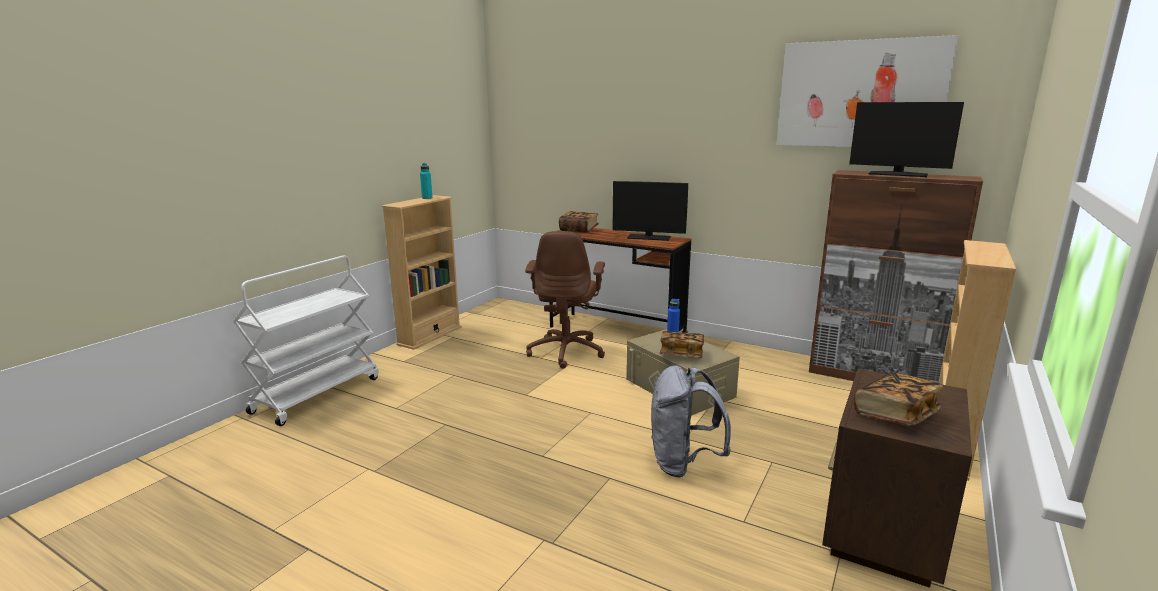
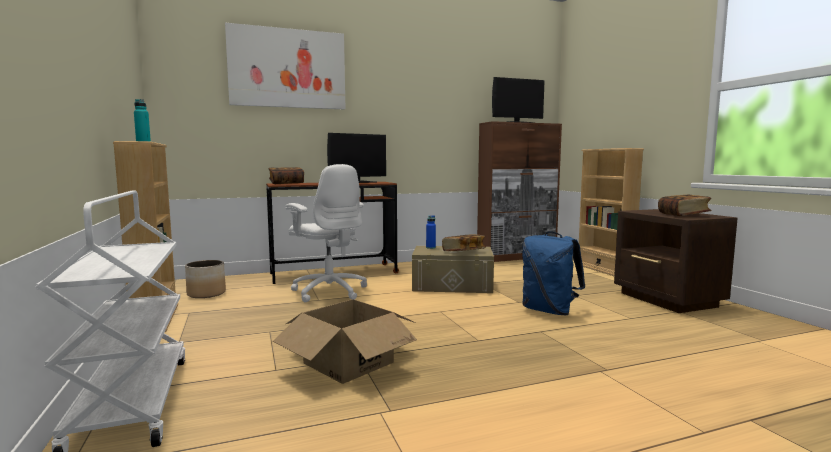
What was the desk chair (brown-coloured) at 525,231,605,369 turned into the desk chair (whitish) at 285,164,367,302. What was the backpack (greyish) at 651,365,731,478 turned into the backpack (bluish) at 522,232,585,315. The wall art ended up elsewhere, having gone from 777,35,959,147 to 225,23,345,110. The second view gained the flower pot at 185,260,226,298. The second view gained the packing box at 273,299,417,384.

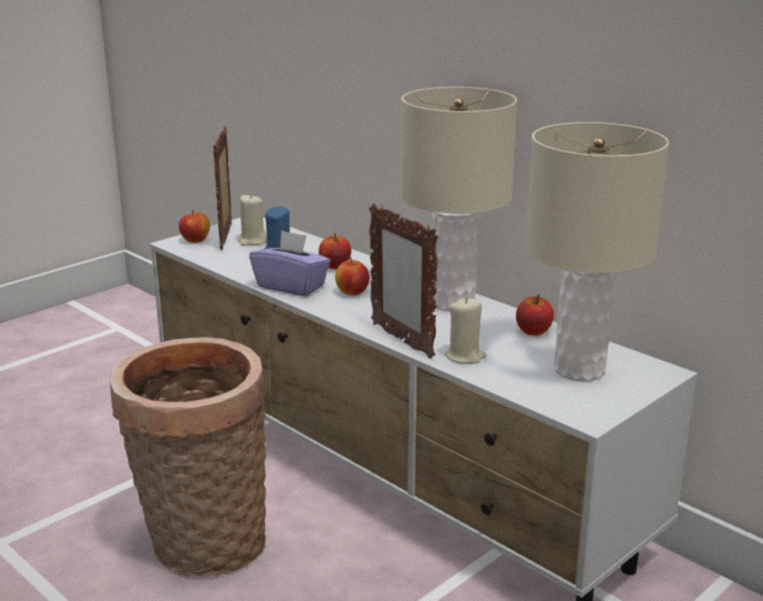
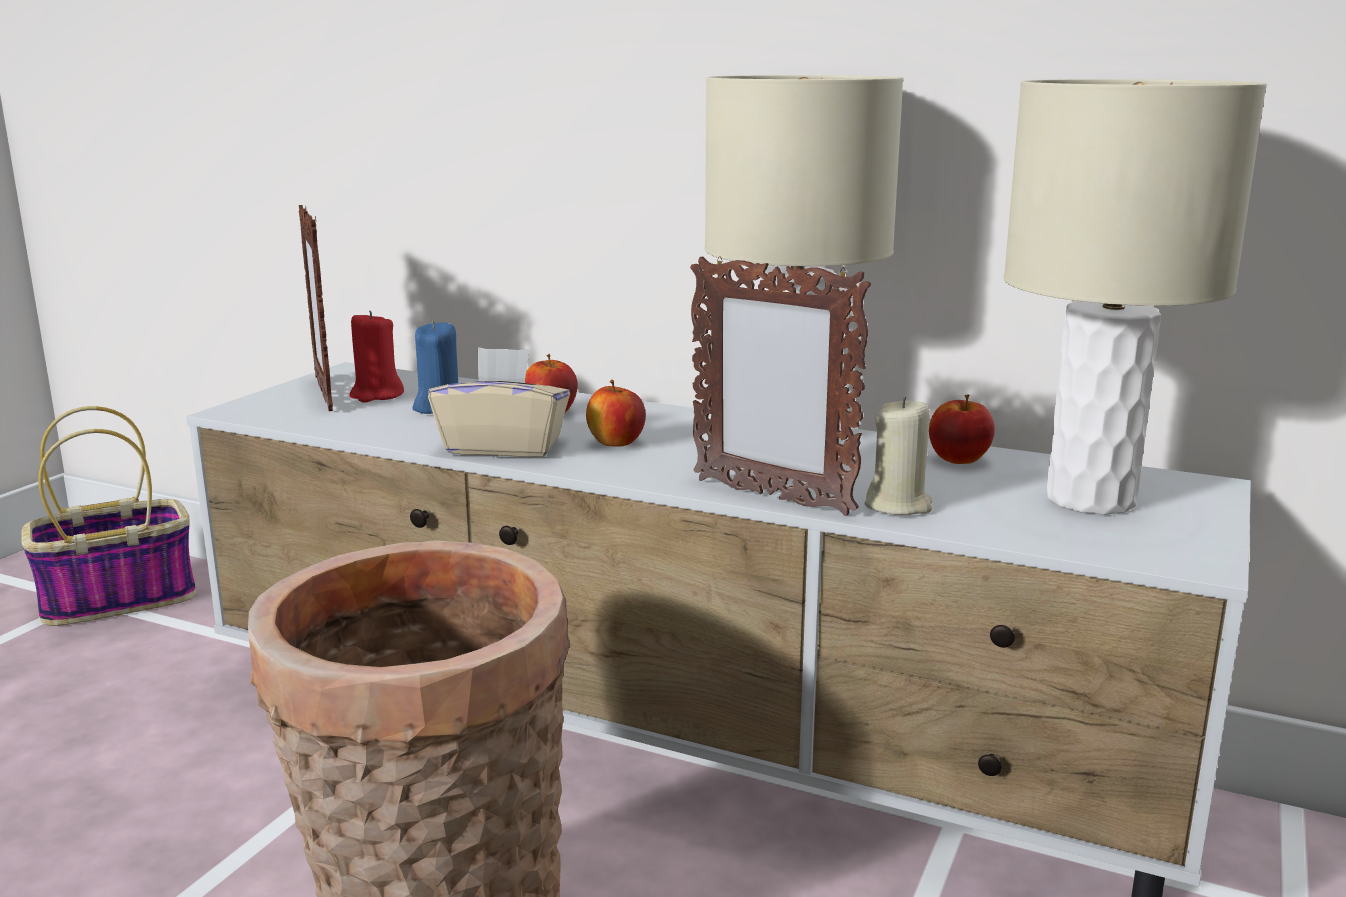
The second view lost the apple fruit at 179,210,210,243. What was the wax candle (beige) at 238,194,267,246 turned into the wax candle (reddish) at 349,311,404,403. What was the box of tissues (purplish) at 249,230,331,297 turned into the box of tissues (beige) at 428,347,570,457. The second view gained the basket at 21,406,196,626.

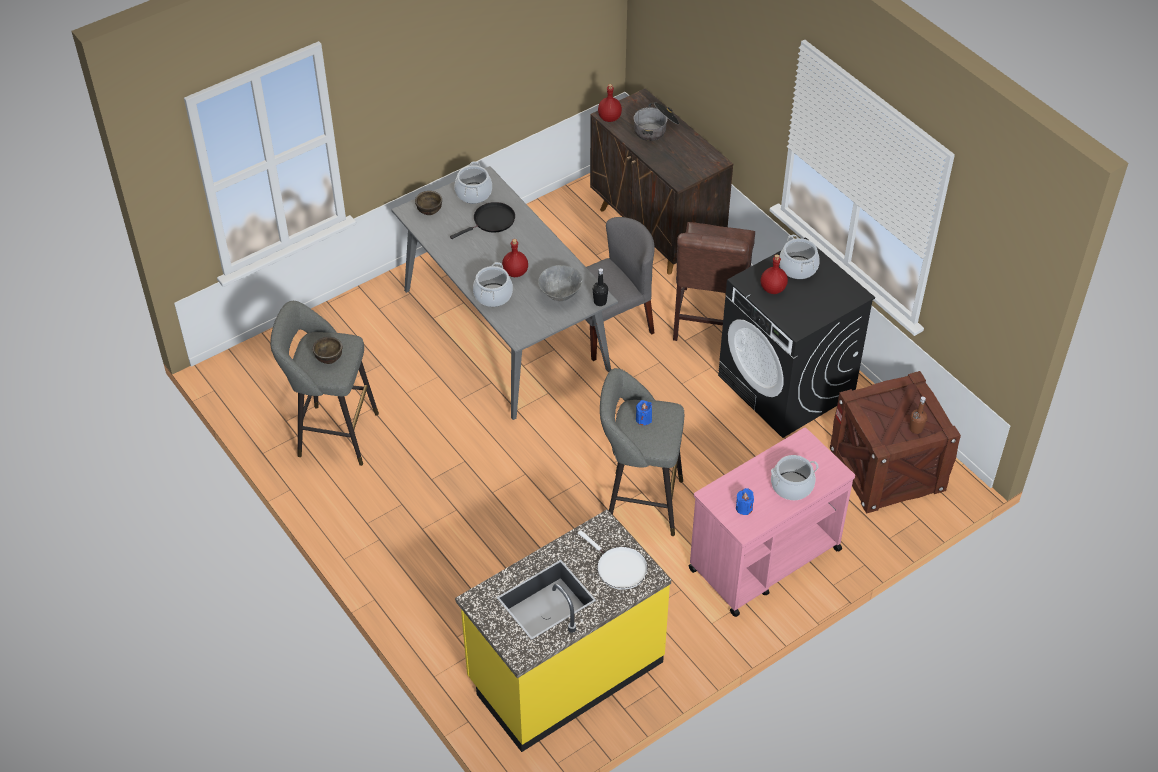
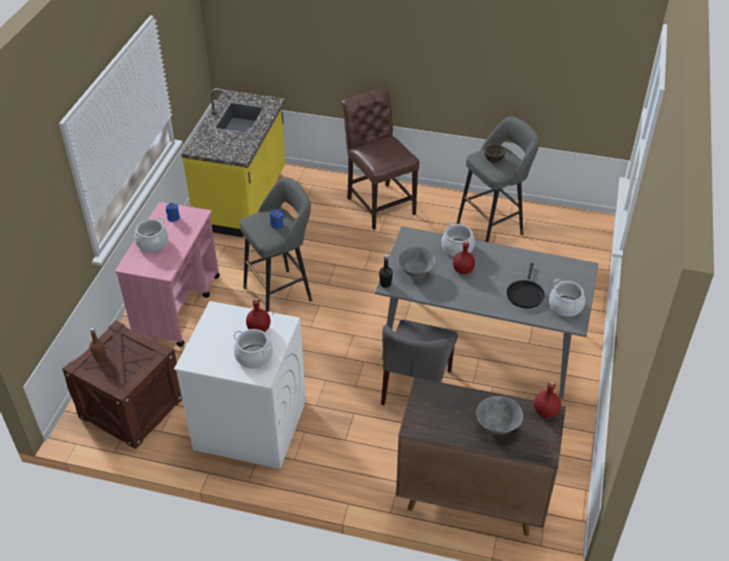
The second view lost the serving bowl (brown-coloured) at 415,191,442,215. The second view lost the frying pan (whitish) at 578,530,648,590. Where the cooking pot stood at 633,102,679,141, the serving bowl (greyish) came to stand at 476,396,524,435. The upright chair (brown-coloured) ended up elsewhere, having gone from 673,222,755,341 to 341,88,419,230. What was the washing machine (blackish) at 718,237,875,438 turned into the washing machine (whitish) at 174,301,306,469.

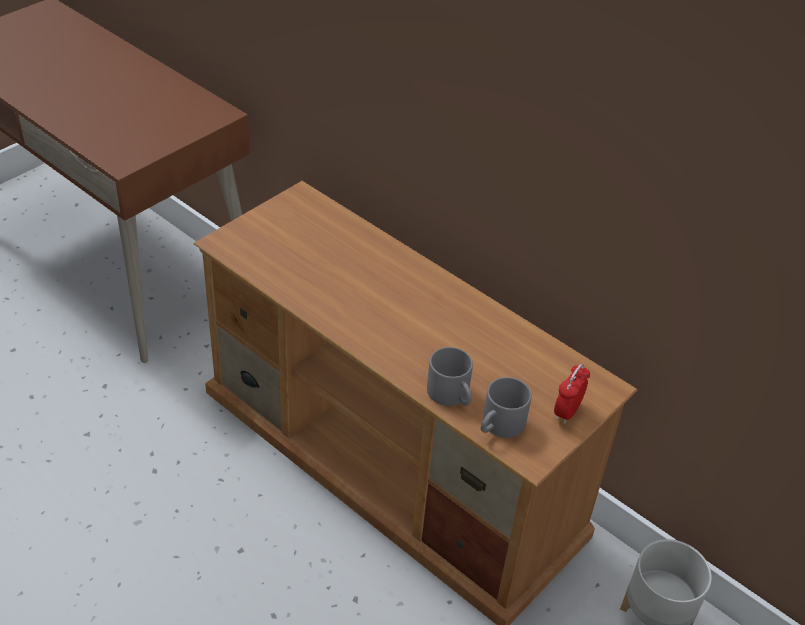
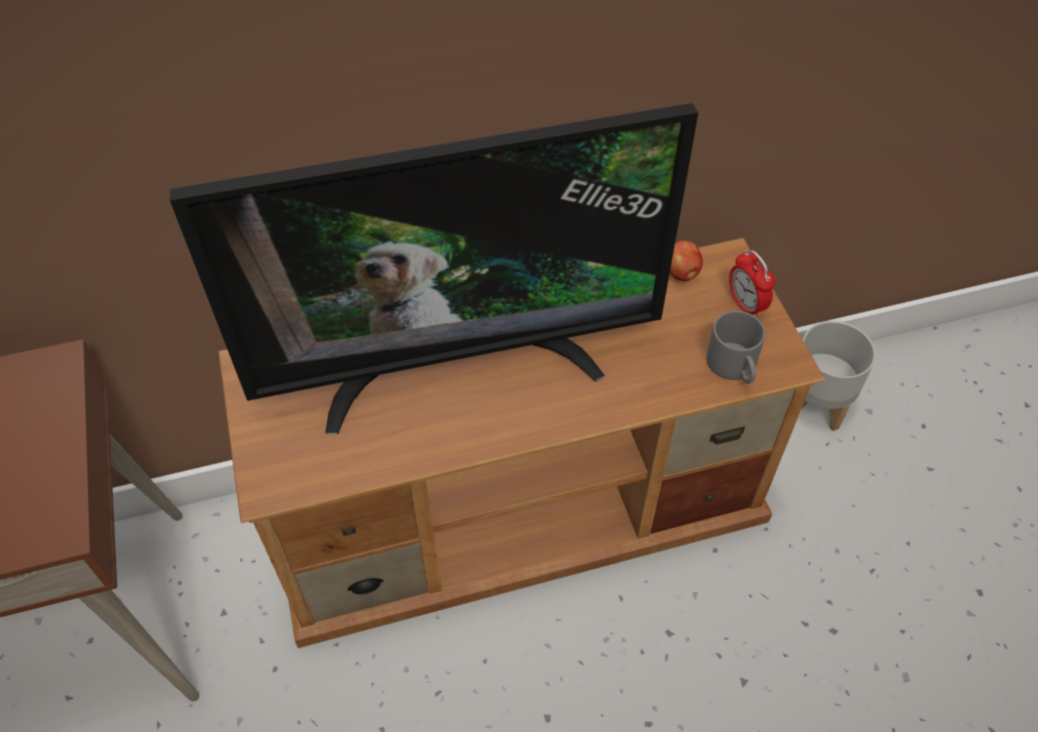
The second view lost the mug (greyish) at 427,347,473,406. The second view gained the TV at 170,103,698,434. The second view gained the apple fruit at 670,240,703,281.

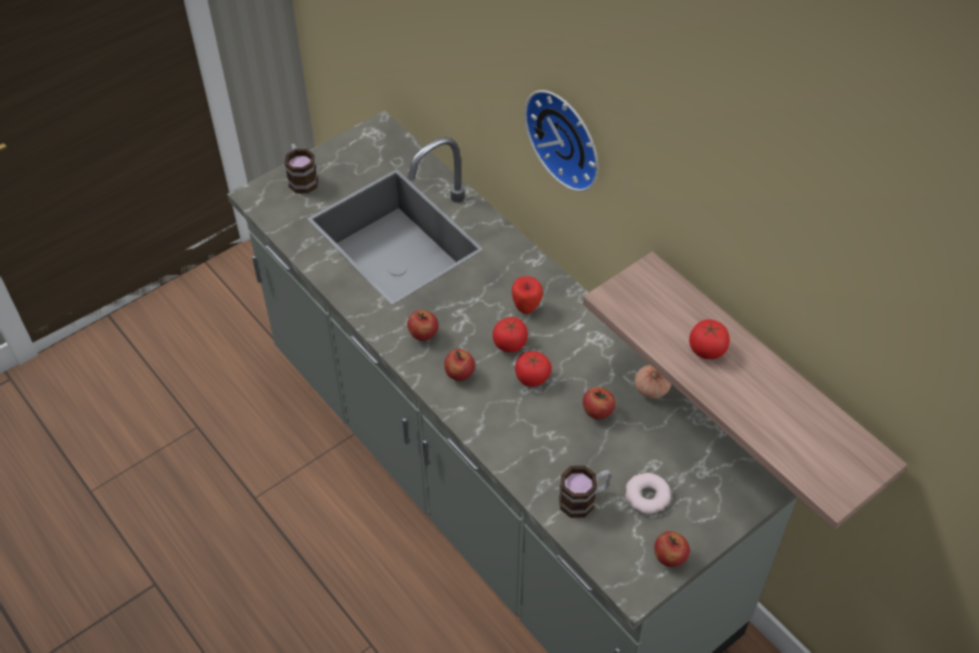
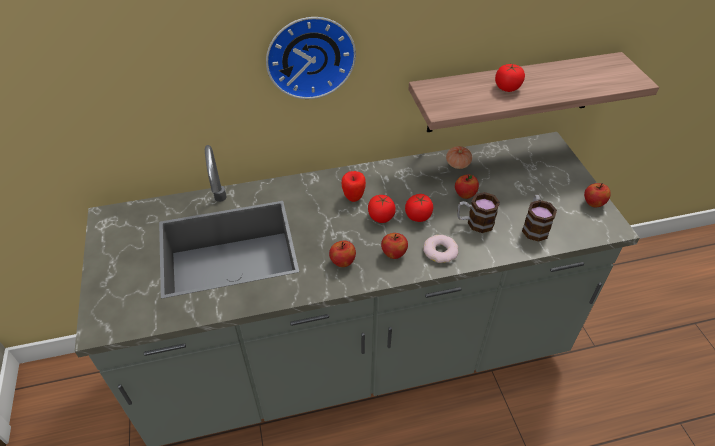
The mug ended up elsewhere, having gone from 284,144,318,194 to 457,192,500,233. The ring doughnut ended up elsewhere, having gone from 625,473,671,514 to 423,235,458,263.

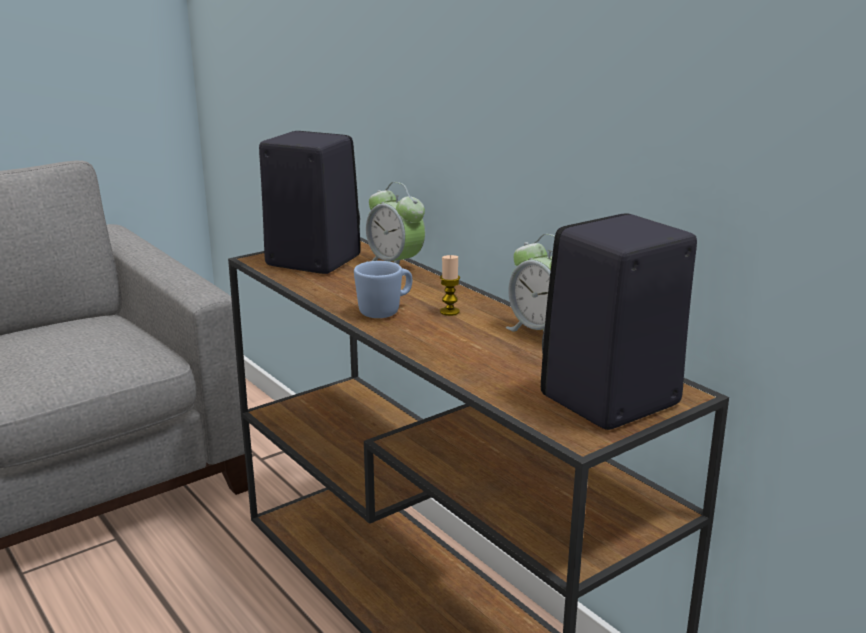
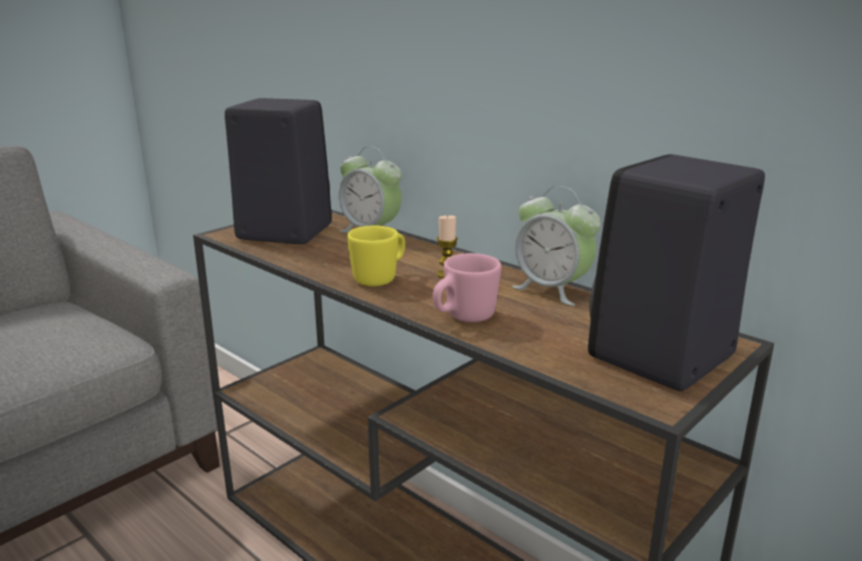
What was the mug (bluish) at 354,261,412,318 turned into the mug (yellowish) at 347,226,405,286. The second view gained the mug (pink-coloured) at 433,253,501,322.

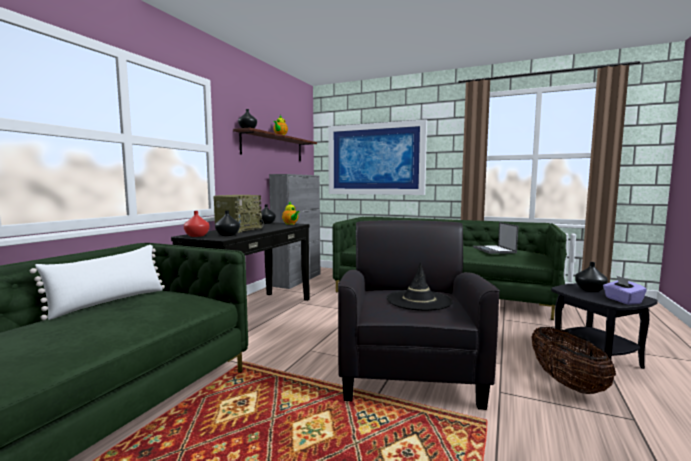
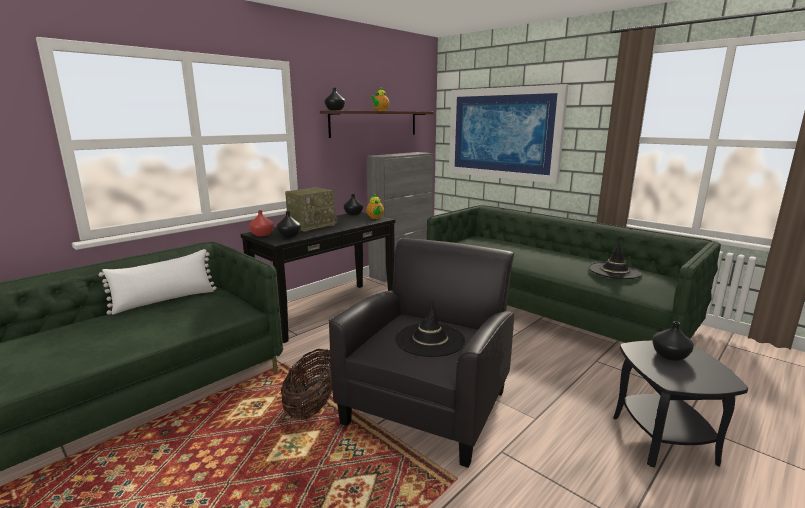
Where the laptop stood at 473,222,518,254, the wearable hat (blackish) came to stand at 588,242,643,279. The basket ended up elsewhere, having gone from 532,327,616,394 to 281,349,332,420. The second view lost the box of tissues (purplish) at 603,275,647,305.

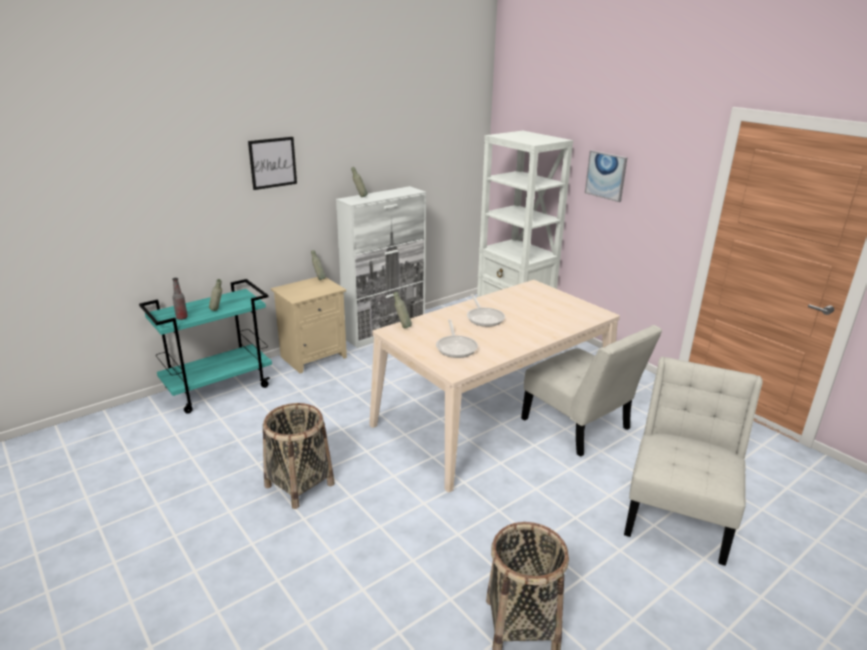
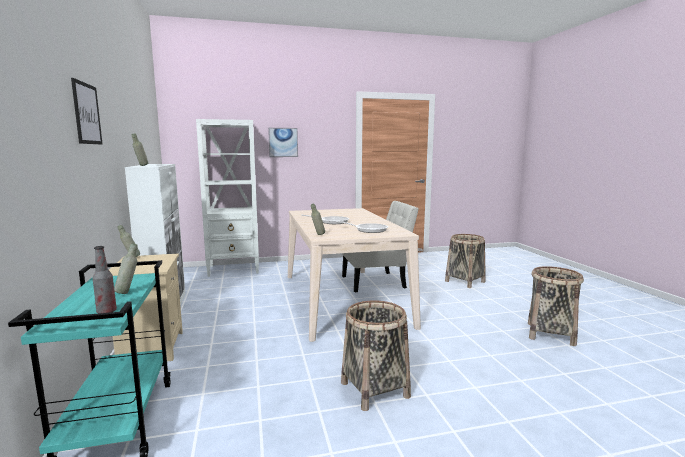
Where the upright chair (whitish) stood at 624,357,763,566, the basket came to stand at 445,234,486,288.

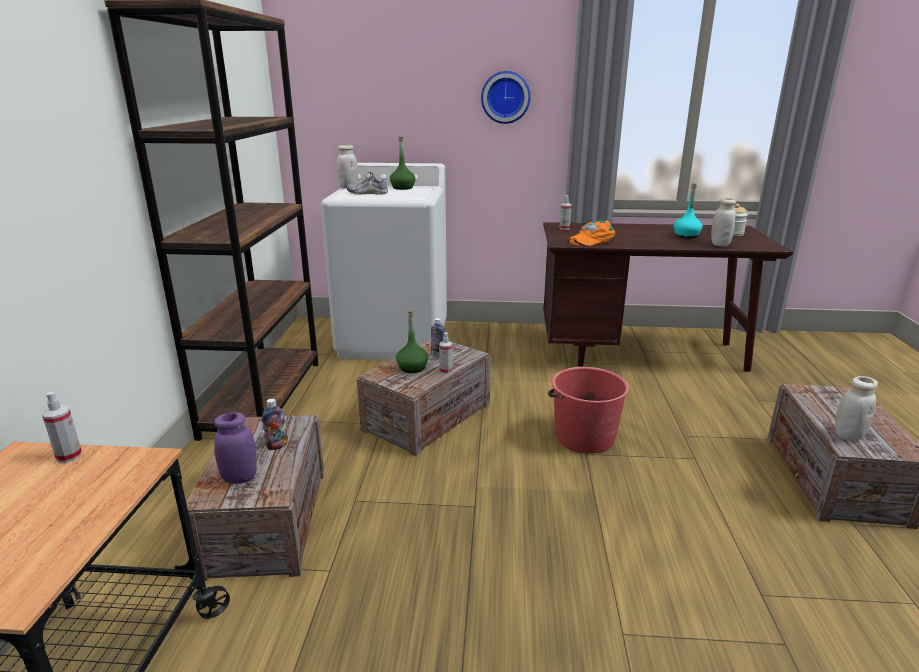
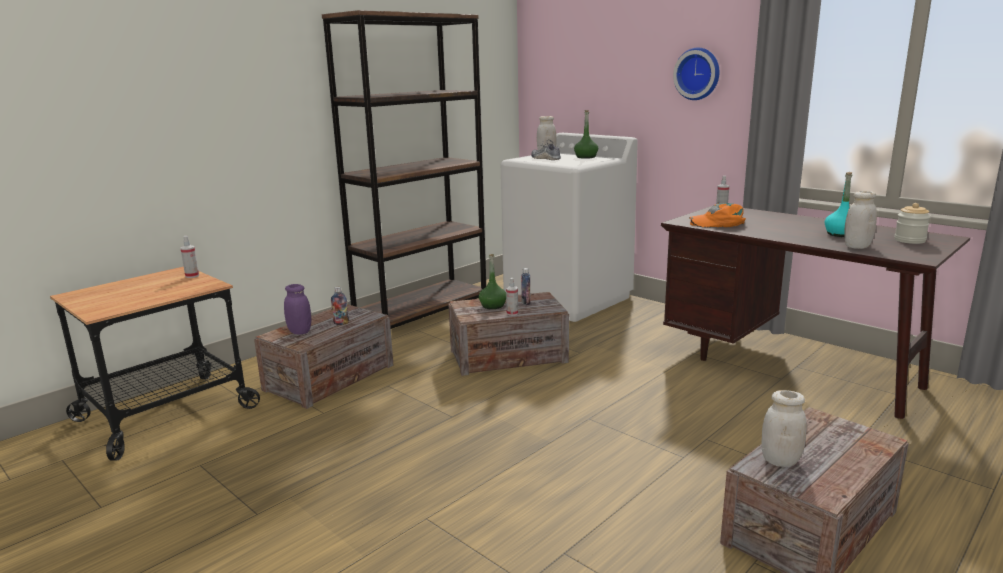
The second view lost the pail (reddish) at 548,367,629,454.

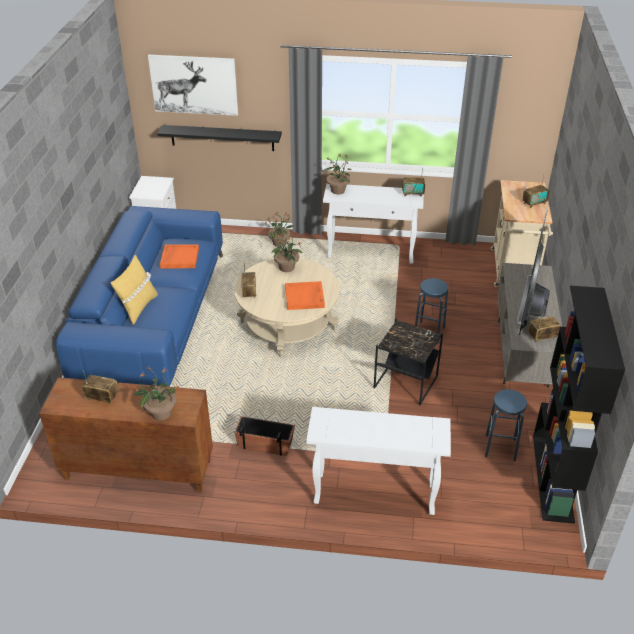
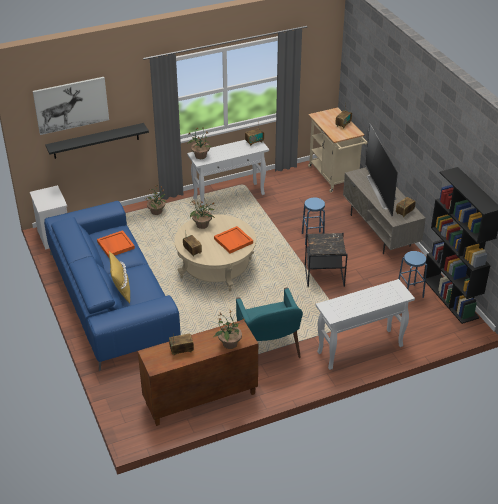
Where the flower pot stood at 234,416,295,456, the easy chair (blue-green) came to stand at 236,287,303,358.

